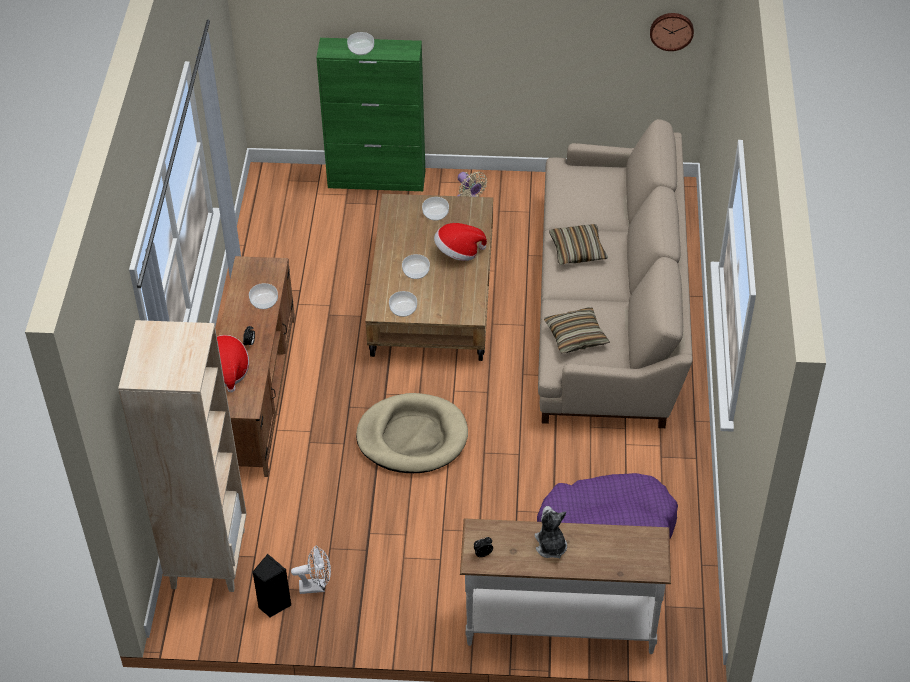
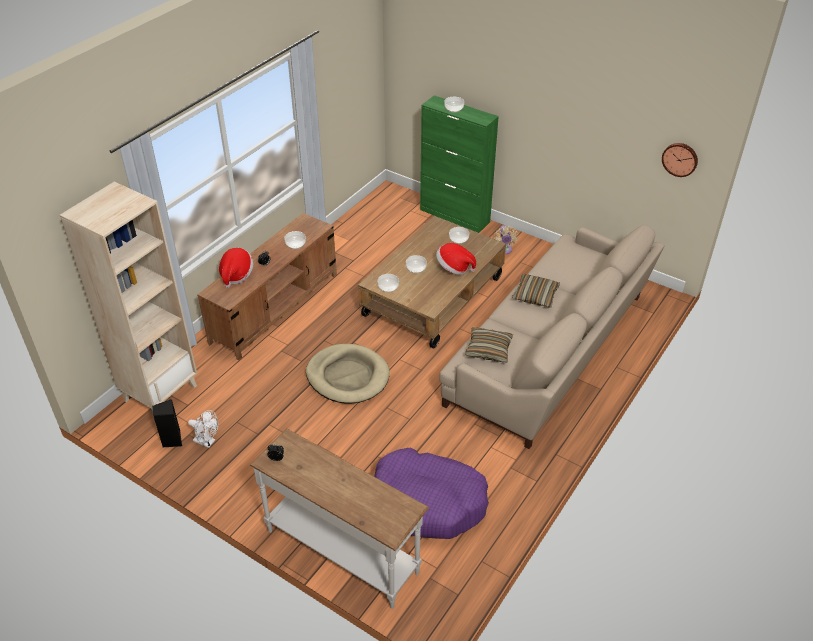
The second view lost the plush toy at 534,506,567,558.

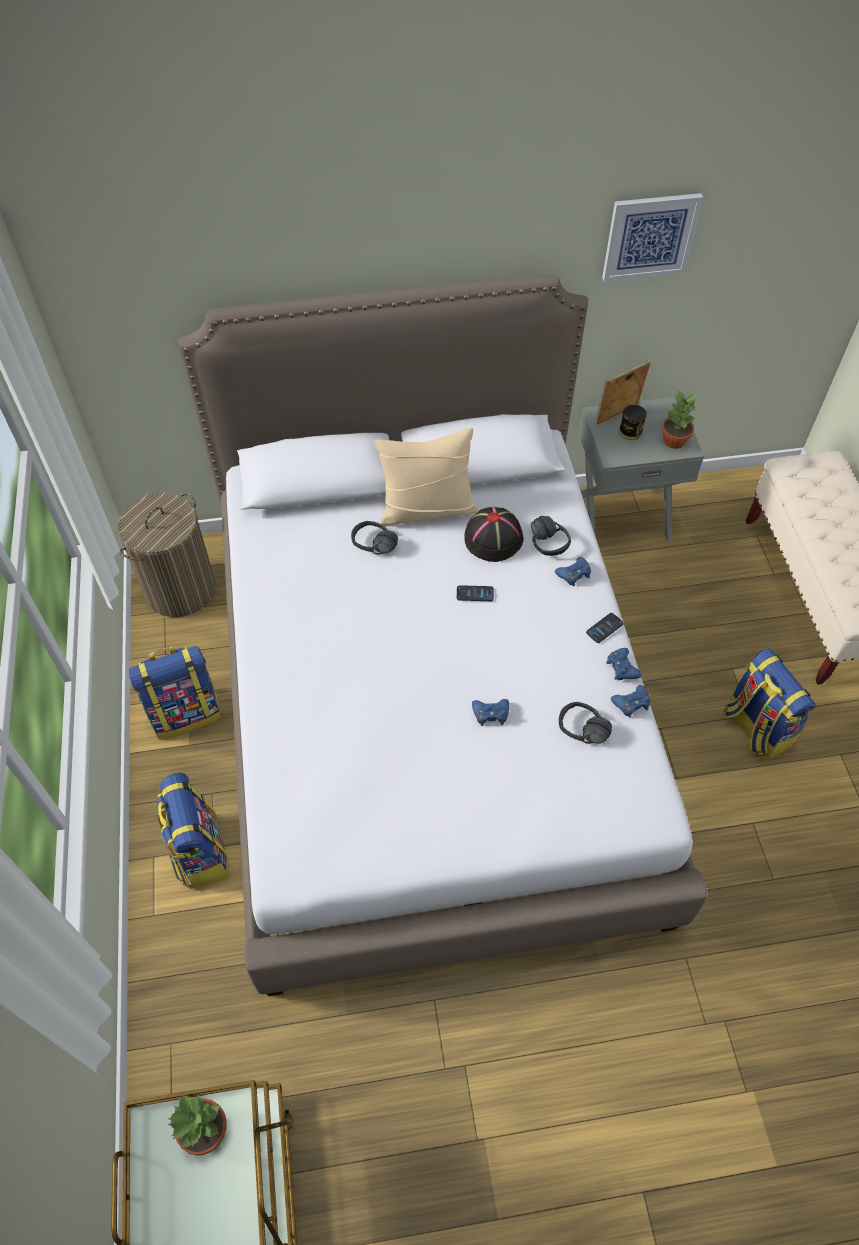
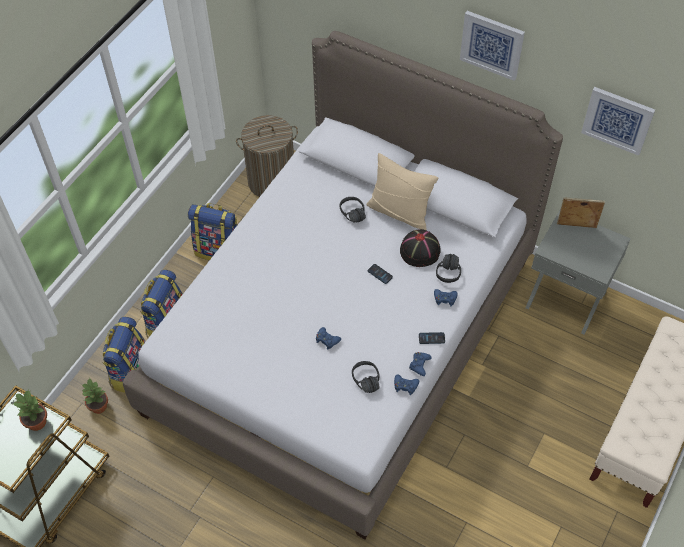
The second view lost the sealed can at 619,405,647,440. The houseplant ended up elsewhere, having gone from 662,389,698,449 to 82,378,108,414. The backpack ended up elsewhere, having gone from 724,648,816,761 to 102,317,146,393. The second view gained the wall art at 460,11,525,81.

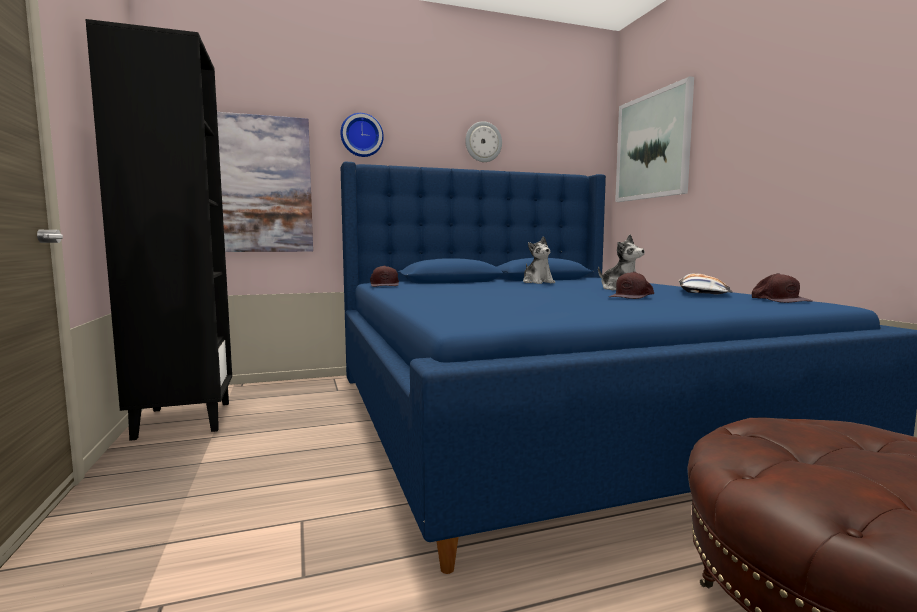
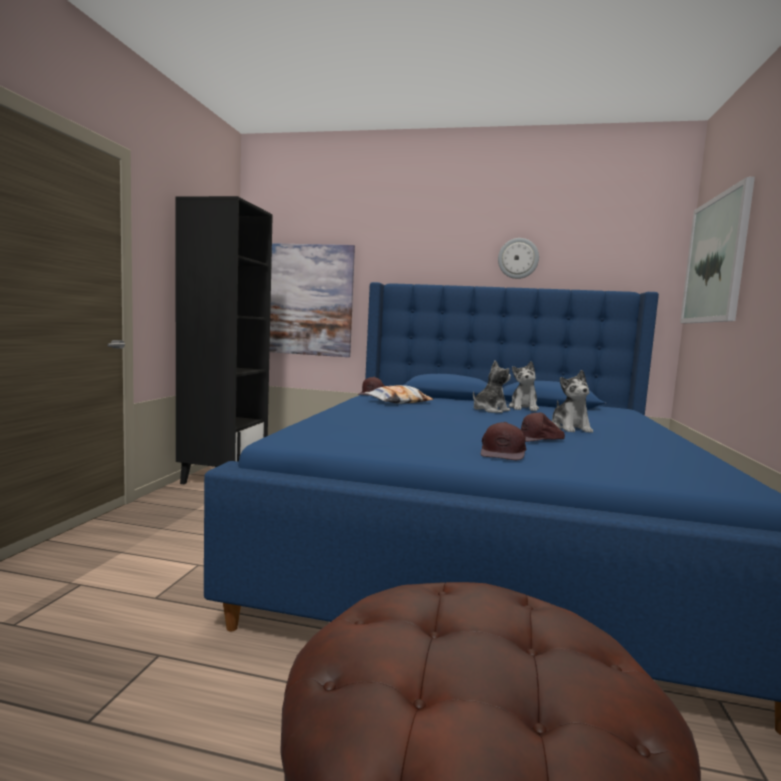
The second view lost the hanging clock at 340,113,384,157. The cushion ended up elsewhere, having gone from 679,273,732,295 to 364,385,434,404. The peaked cap (brown-coloured) ended up elsewhere, having gone from 752,273,813,303 to 481,422,526,460. The second view gained the plush toy at 473,360,511,413.

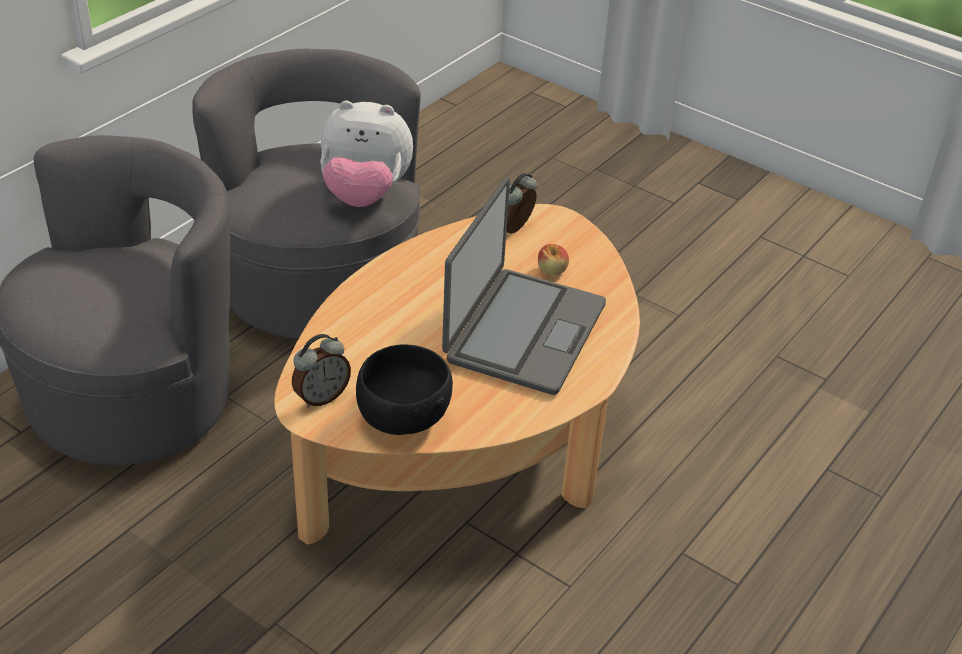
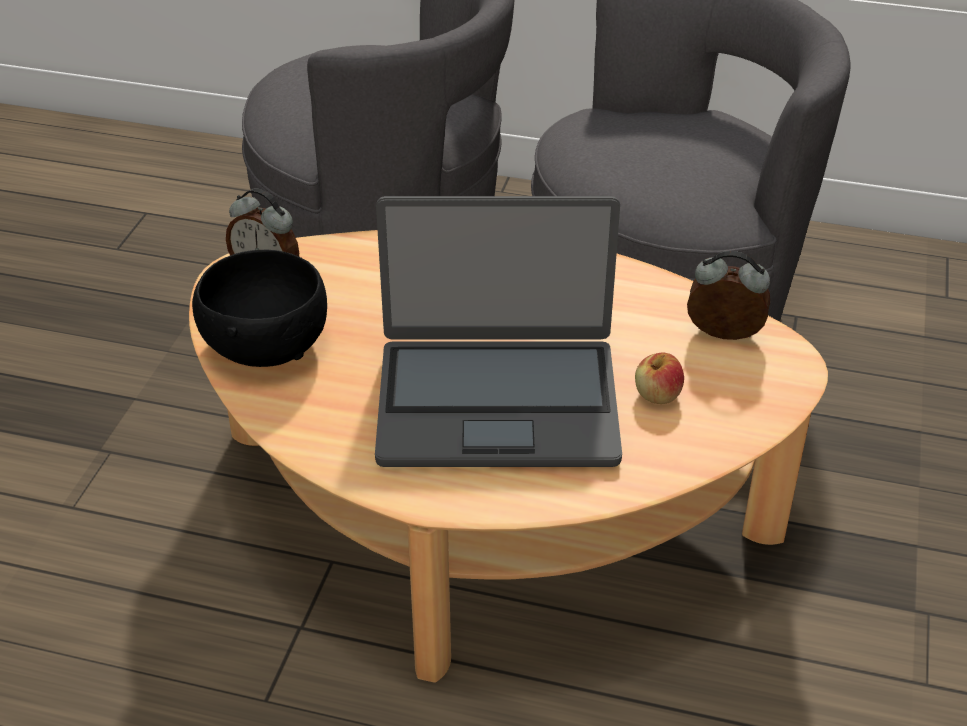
The second view lost the plush toy at 320,101,413,207.

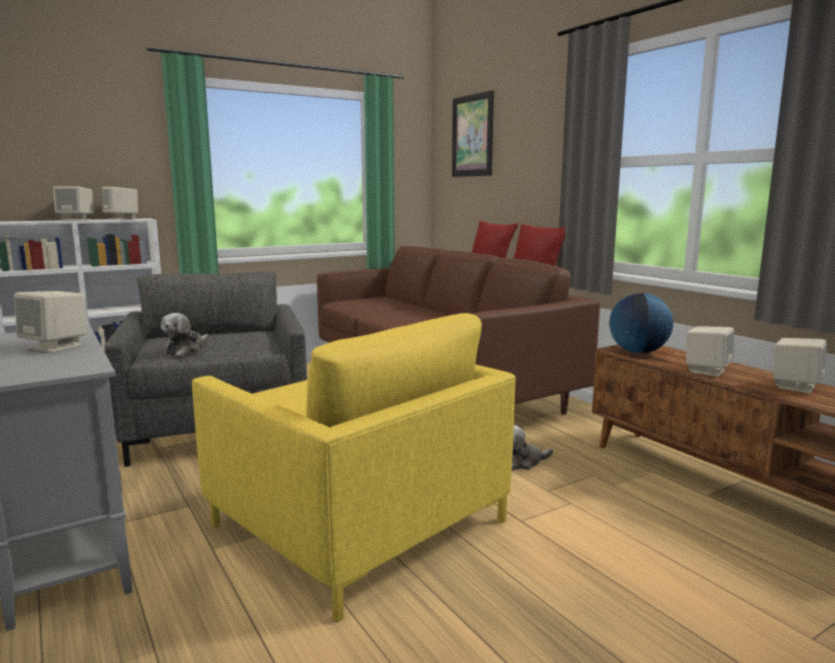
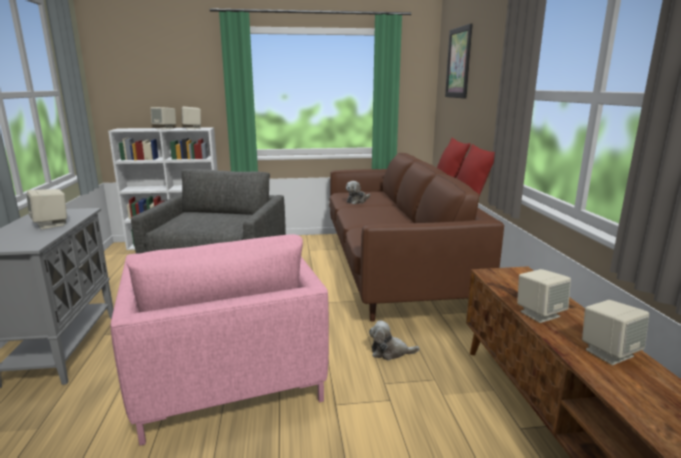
The plush toy ended up elsewhere, having gone from 161,313,209,356 to 346,181,370,204. What was the easy chair (yellowish) at 192,313,516,623 turned into the easy chair (pink-coloured) at 111,234,329,446. The second view lost the desk globe at 609,293,673,353.

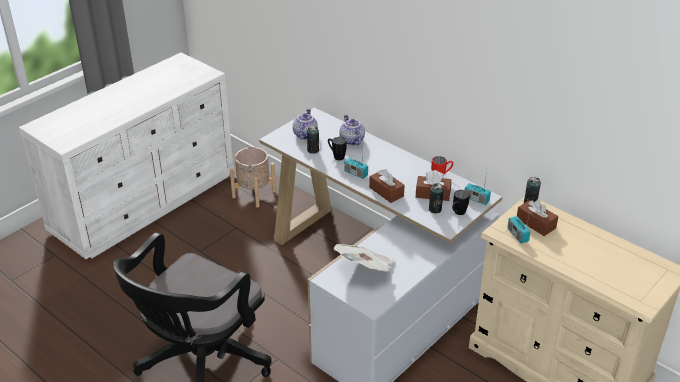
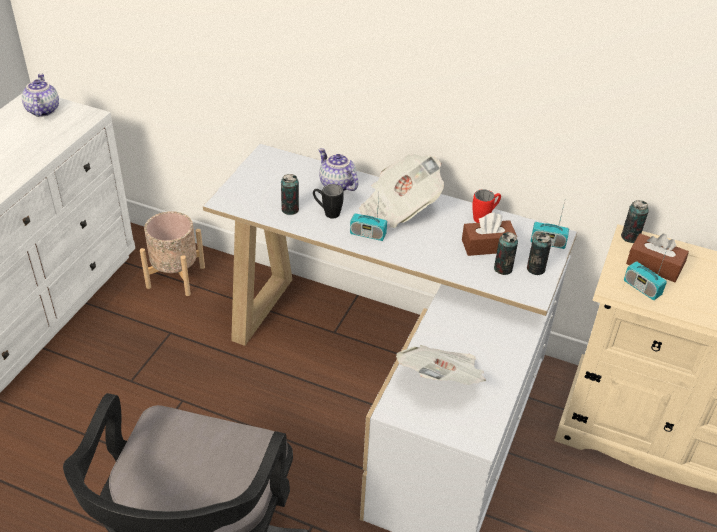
The pot for tea ended up elsewhere, having gone from 293,108,318,140 to 22,74,59,117. The second view lost the box of tissues (brown-coloured) at 369,169,405,203. Where the mug (blackish) stood at 452,190,470,215, the sealed can came to stand at 527,232,552,275. The second view gained the newspaper at 359,153,444,228.

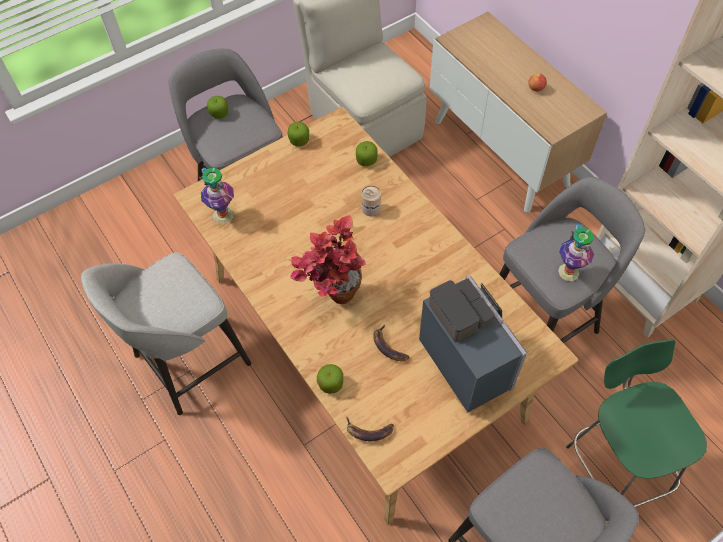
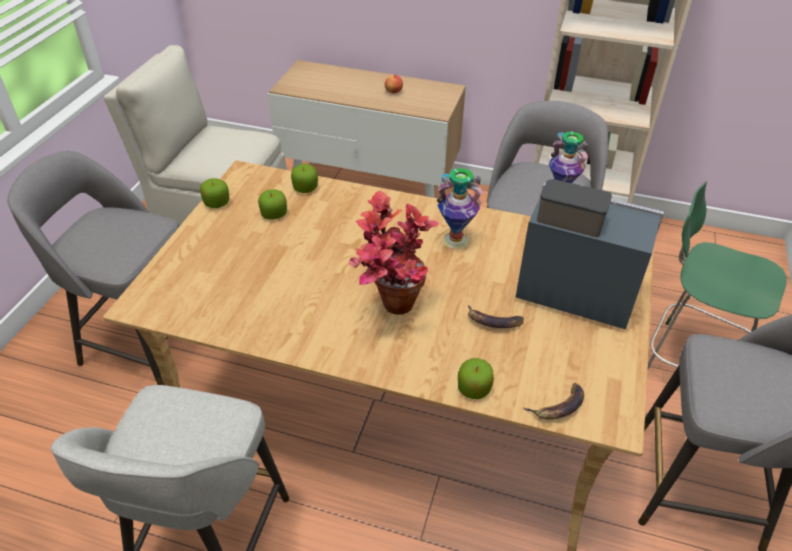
The decorative vase ended up elsewhere, having gone from 201,168,234,224 to 437,168,483,249. The apple fruit ended up elsewhere, having gone from 207,96,228,119 to 258,190,287,220. The second view lost the sealed can at 361,186,381,216.

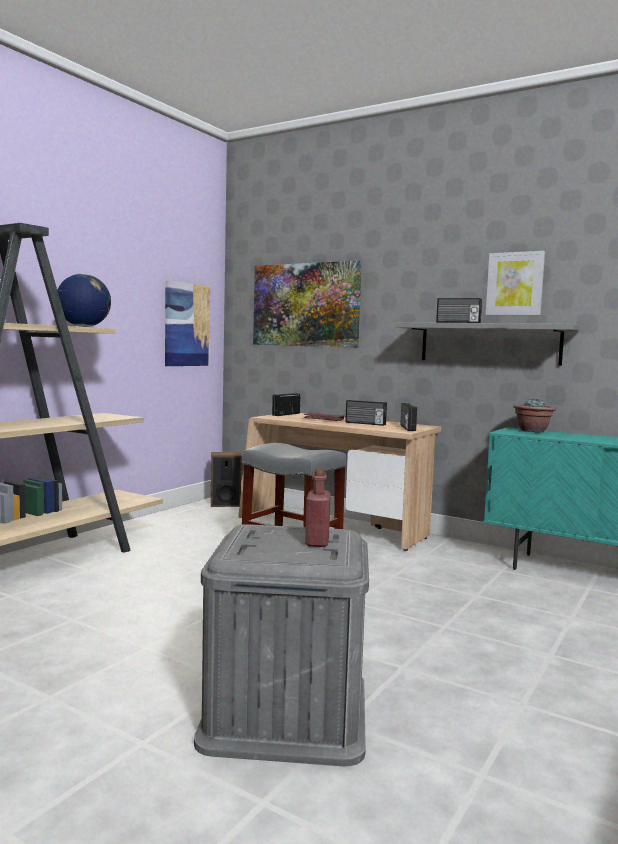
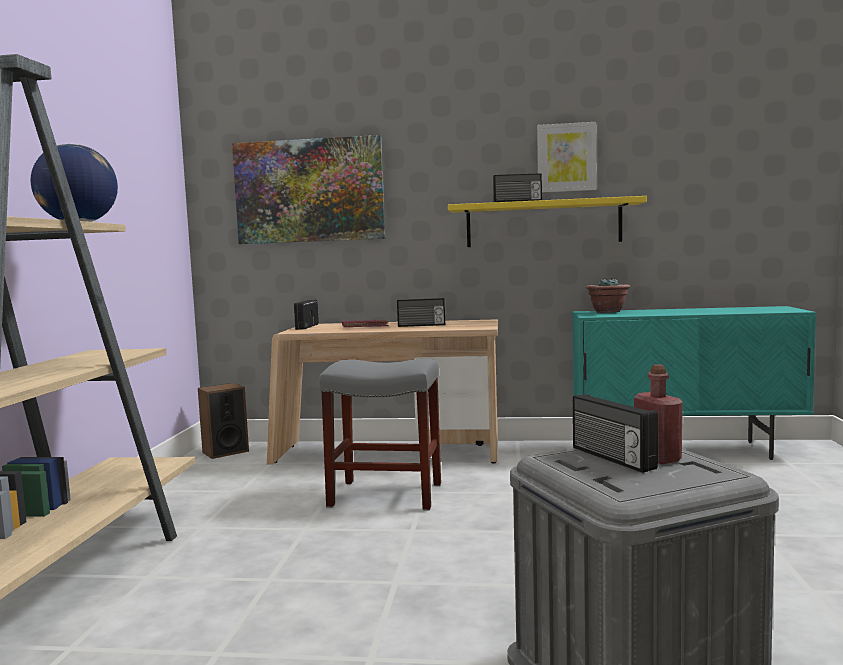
The second view lost the wall art at 165,281,210,366. What was the wall shelf (greyish) at 396,322,581,366 turned into the wall shelf (yellowish) at 448,196,647,247. The radio receiver ended up elsewhere, having gone from 400,403,417,431 to 573,394,658,473.

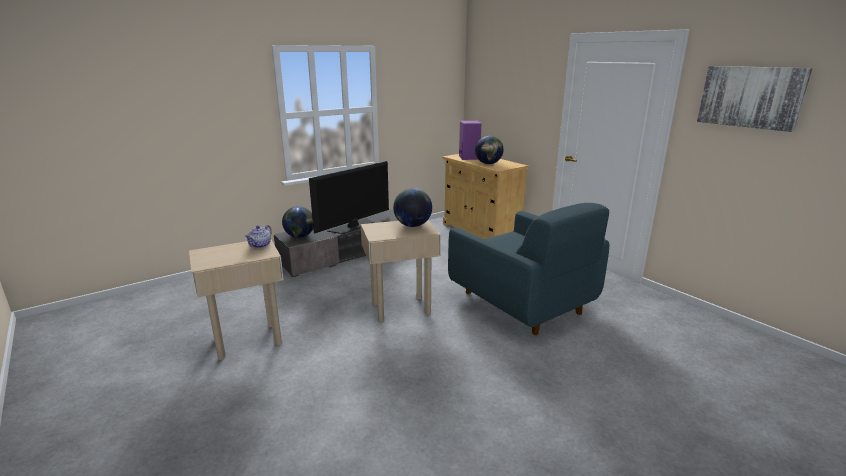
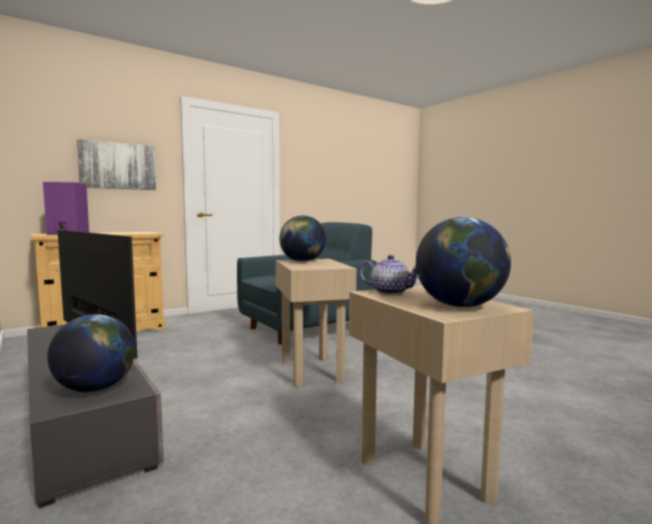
The desk globe ended up elsewhere, having gone from 475,136,503,164 to 416,217,511,307. The wall art ended up elsewhere, having gone from 697,66,812,132 to 77,139,156,190.

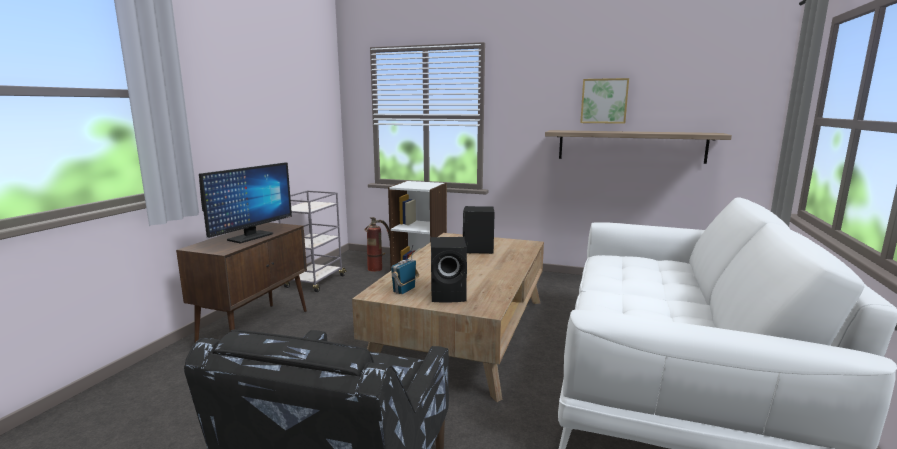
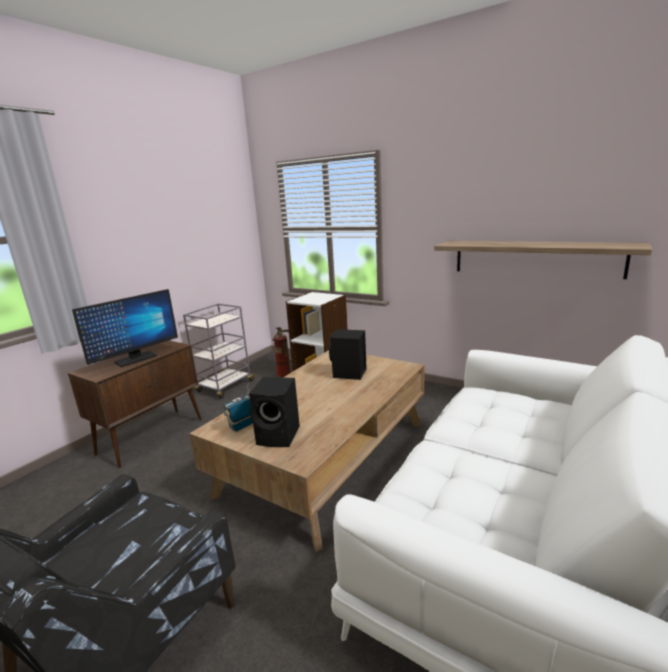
The second view lost the wall art at 580,78,629,124.

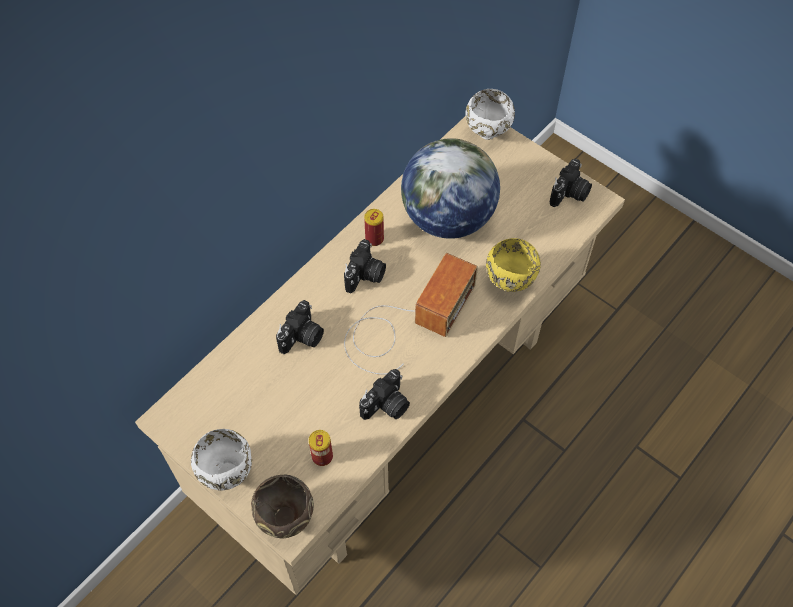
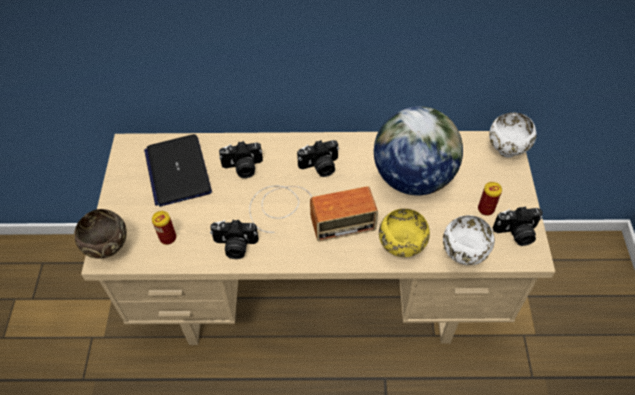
The serving bowl (whitish) ended up elsewhere, having gone from 191,429,252,491 to 443,215,495,265. The sealed can ended up elsewhere, having gone from 364,209,384,246 to 478,182,502,216. The second view gained the laptop at 144,134,212,207.

